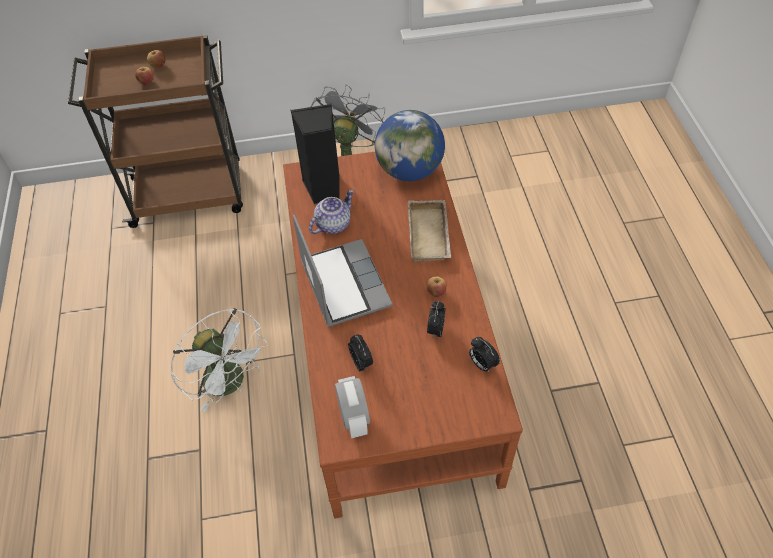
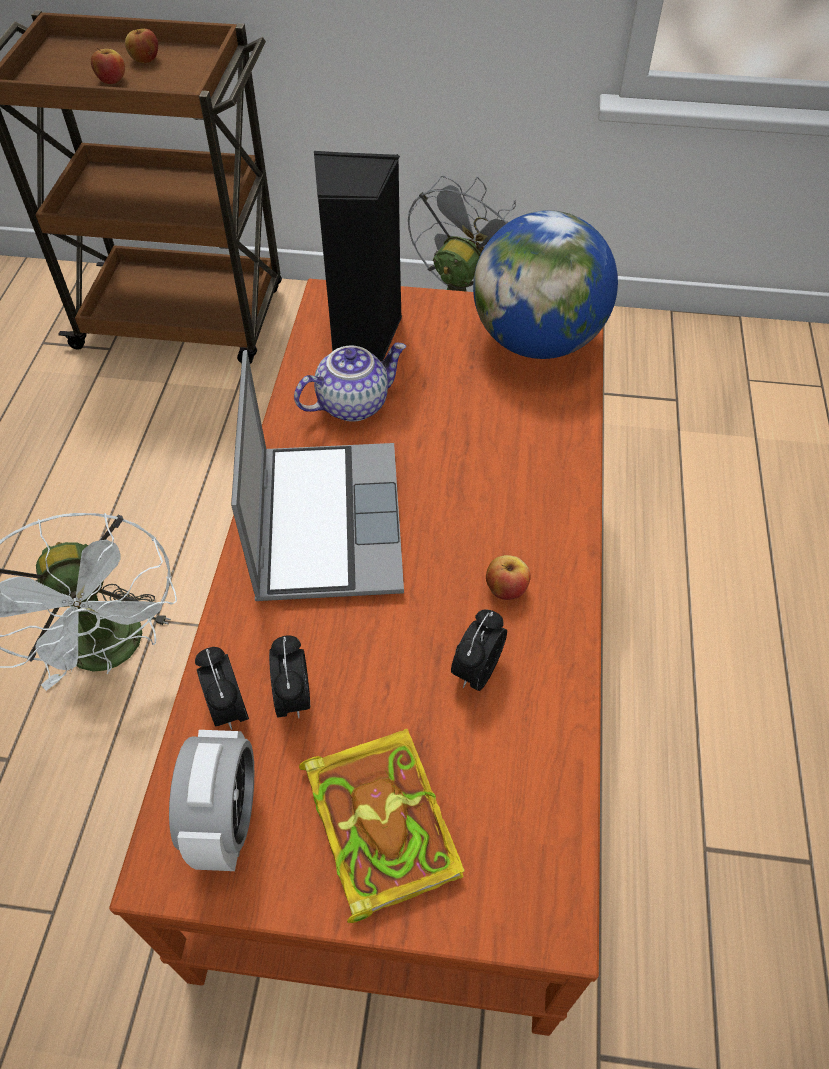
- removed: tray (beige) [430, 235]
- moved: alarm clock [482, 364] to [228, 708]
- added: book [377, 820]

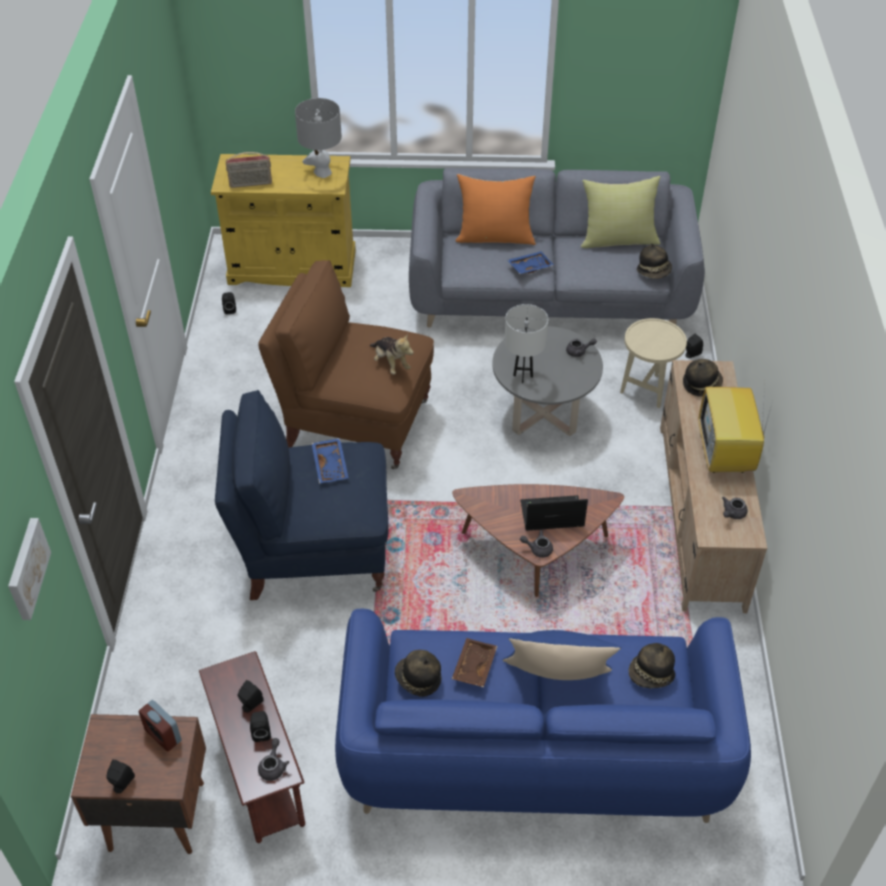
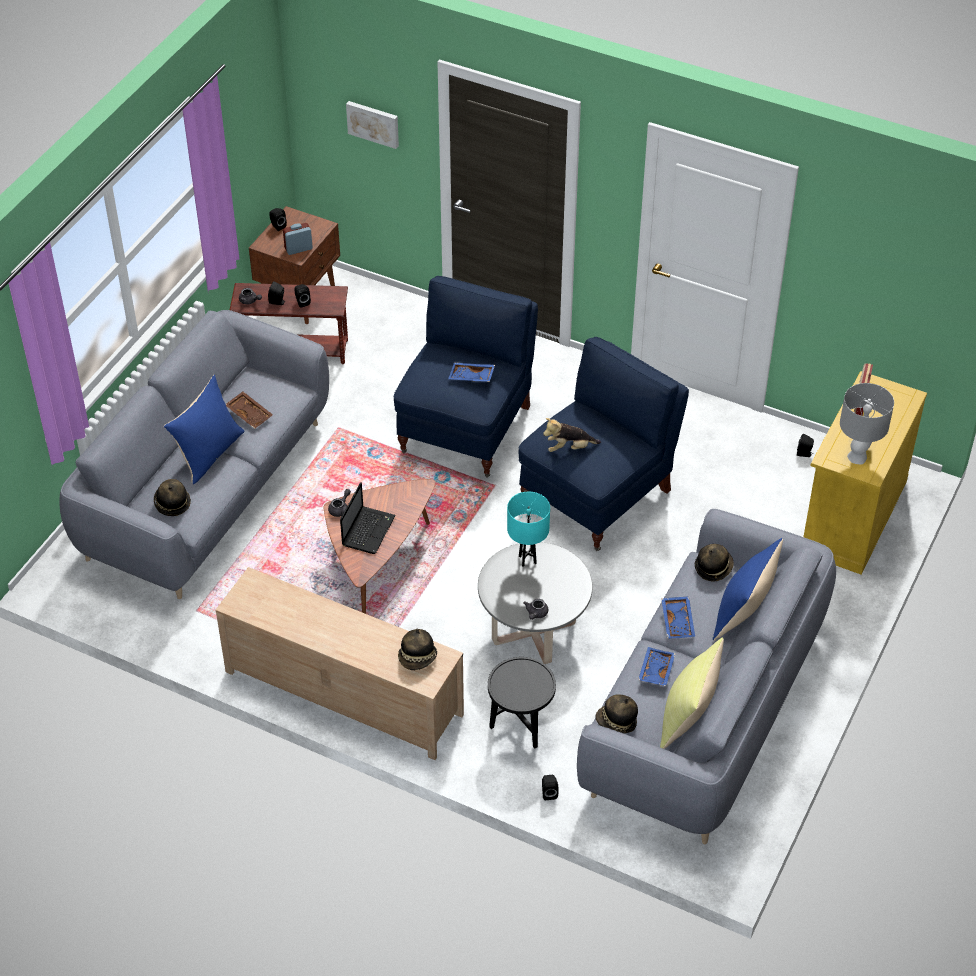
- recoloured: armchair (brown) [355, 423] to armchair (blue) [598, 496]
- recoloured: sofa (blue) [534, 752] to sofa (grey) [206, 490]
- moved: hat [418, 679] to [713, 567]
- recoloured: pillow (orange) [495, 236] to pillow (blue) [743, 613]
- recoloured: table lamp (white) [523, 376] to table lamp (turquoise) [527, 560]
- recoloured: side table (beige) [647, 389] to side table (black) [520, 730]
- removed: television [726, 454]
- removed: teapot (grey) [732, 513]
- added: tray (blue) [655, 670]

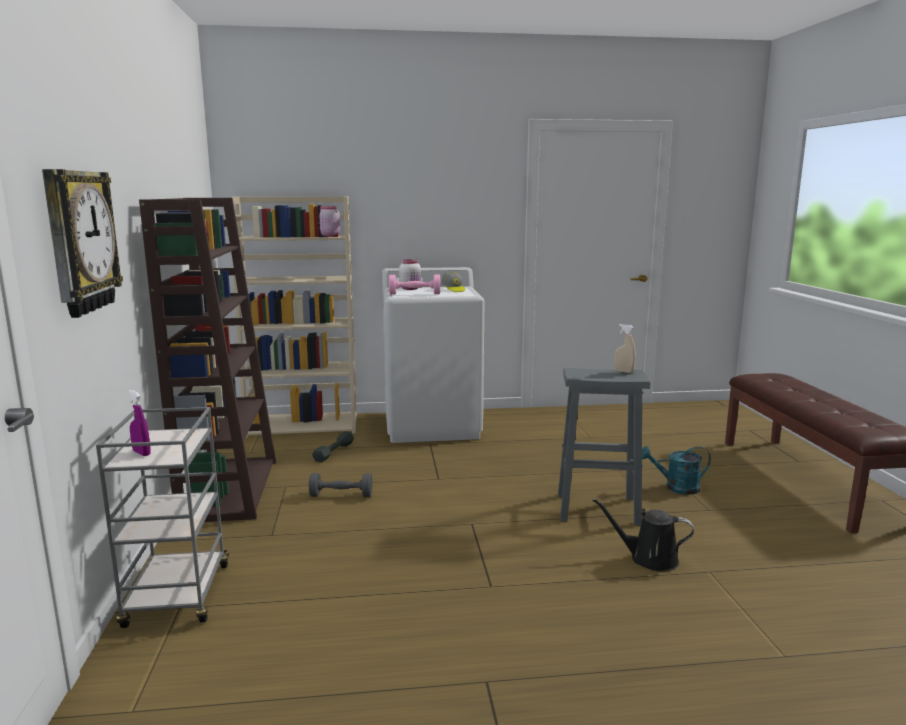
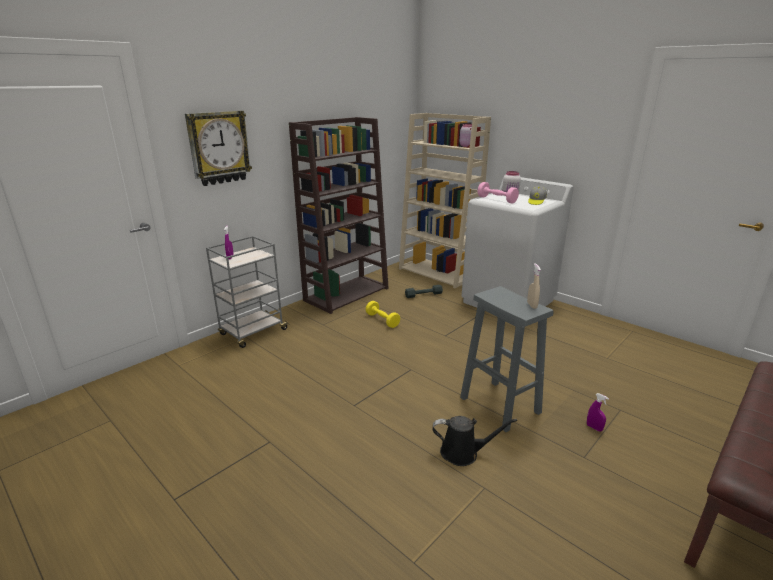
- recoloured: dumbbell (grey) [341, 495] to dumbbell (yellow) [382, 320]
- turned: watering can (black) [649, 559] = [463, 453] 120 degrees clockwise
- replaced: watering can (turquoise) [676, 488] to spray bottle (purple) [594, 428]

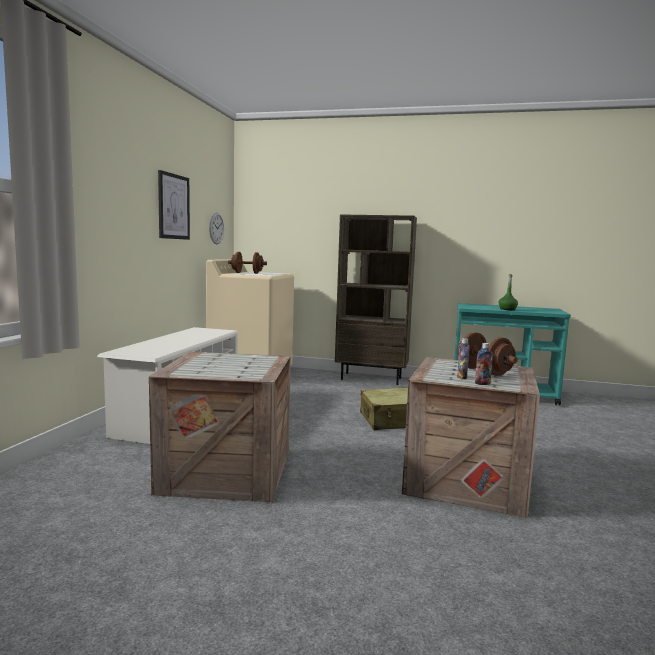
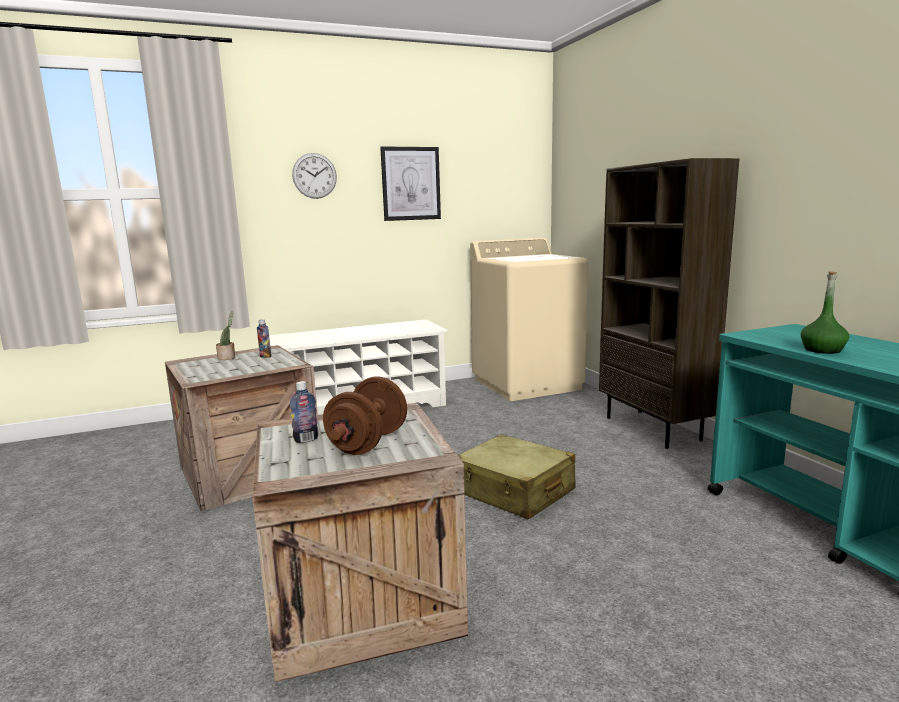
- moved: wall clock [216, 228] to [314, 176]
- removed: dumbbell (brown) [247, 273]
- moved: bottle [482, 383] to [265, 356]
- added: potted plant [228, 358]

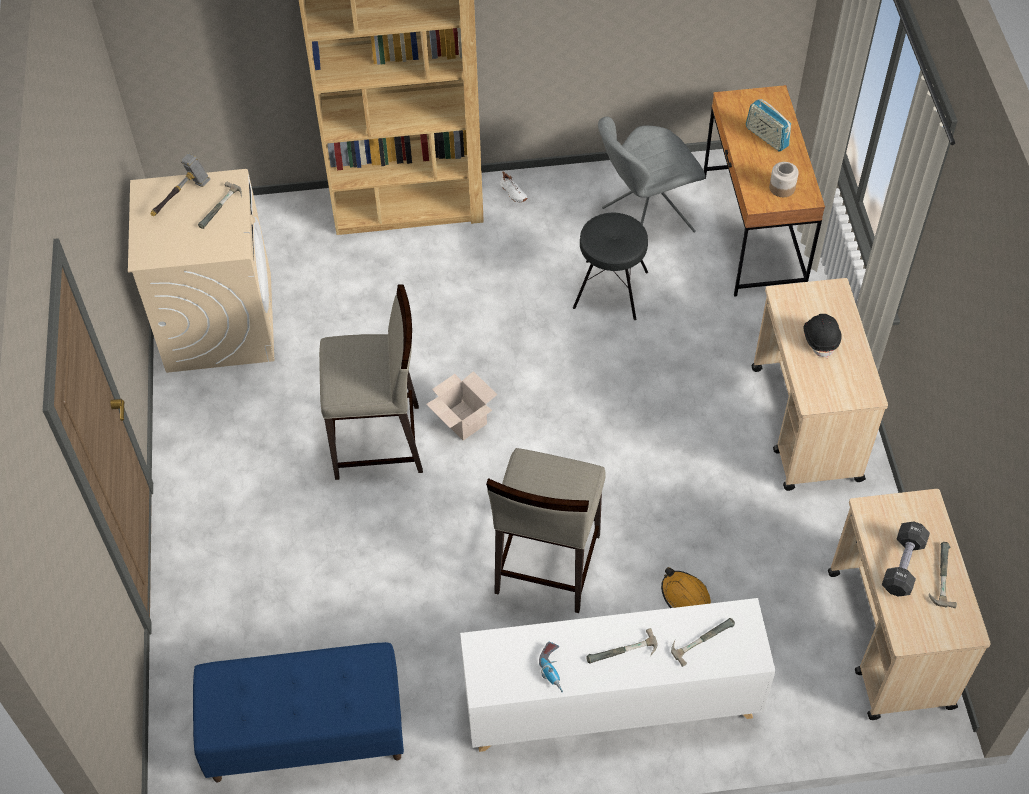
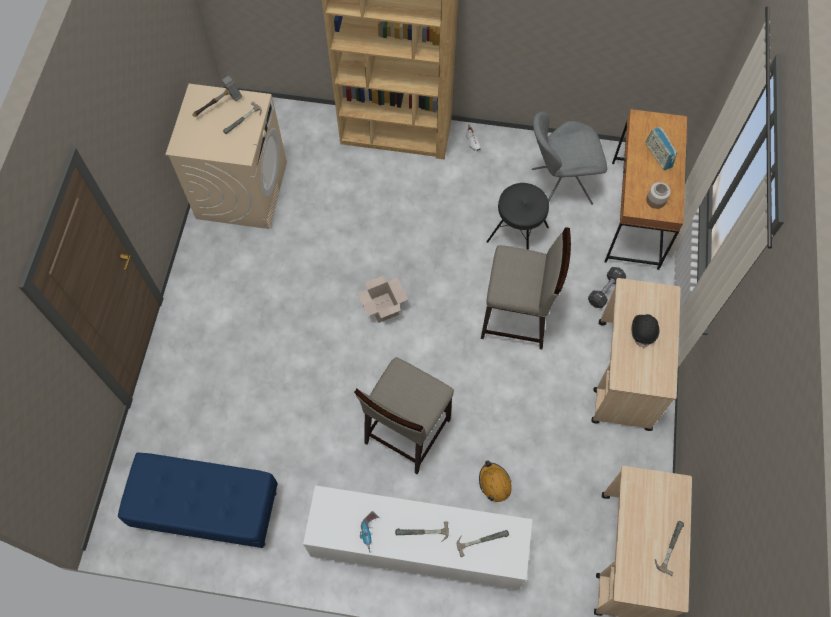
- moved: stool (beige) [379, 442] to [516, 318]
- moved: dumbbell (black) [903, 565] to [605, 291]

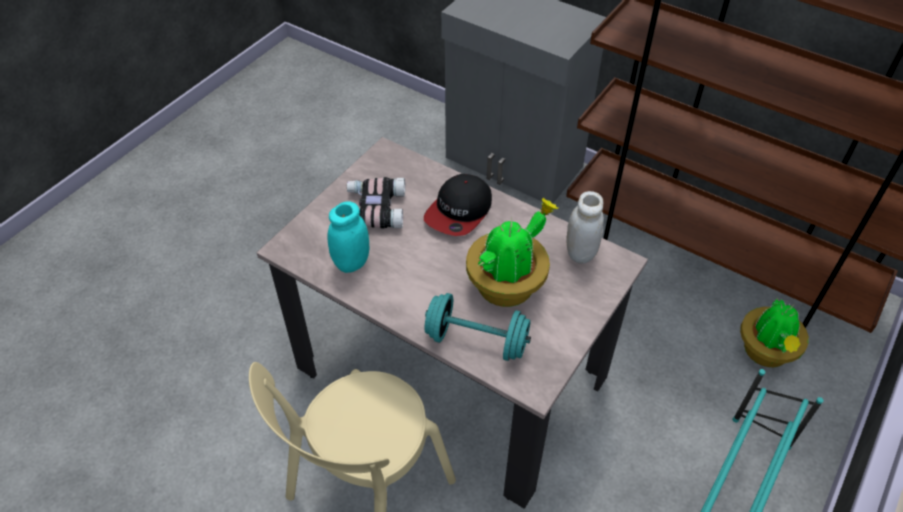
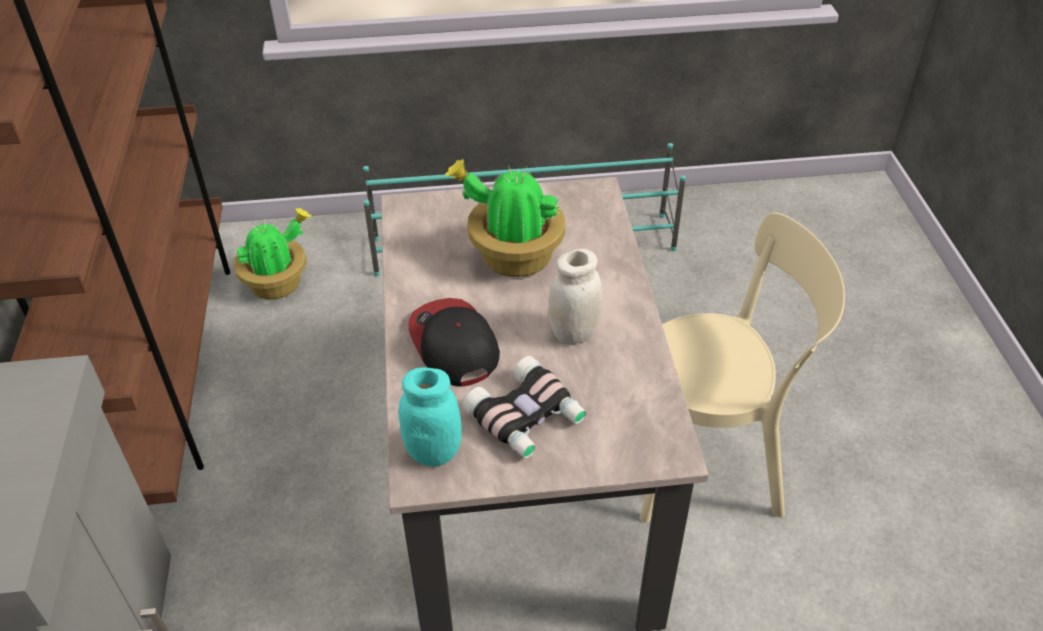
- moved: jar (turquoise) [352, 262] to [433, 452]
- turned: cap [459, 211] = [453, 344] 105 degrees counterclockwise
- removed: dumbbell (turquoise) [476, 340]
- moved: jar (white) [580, 253] to [574, 333]

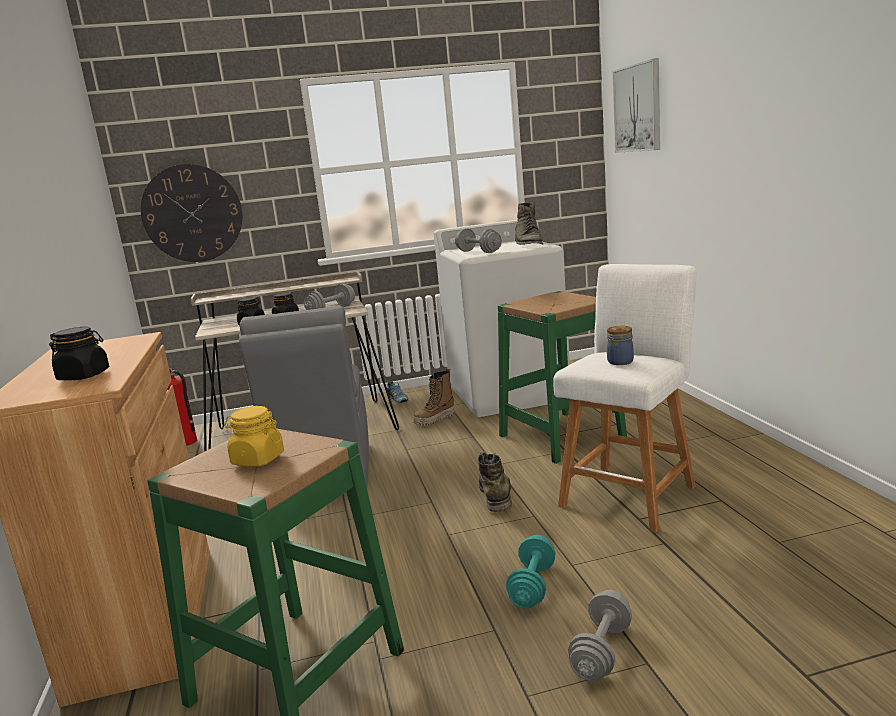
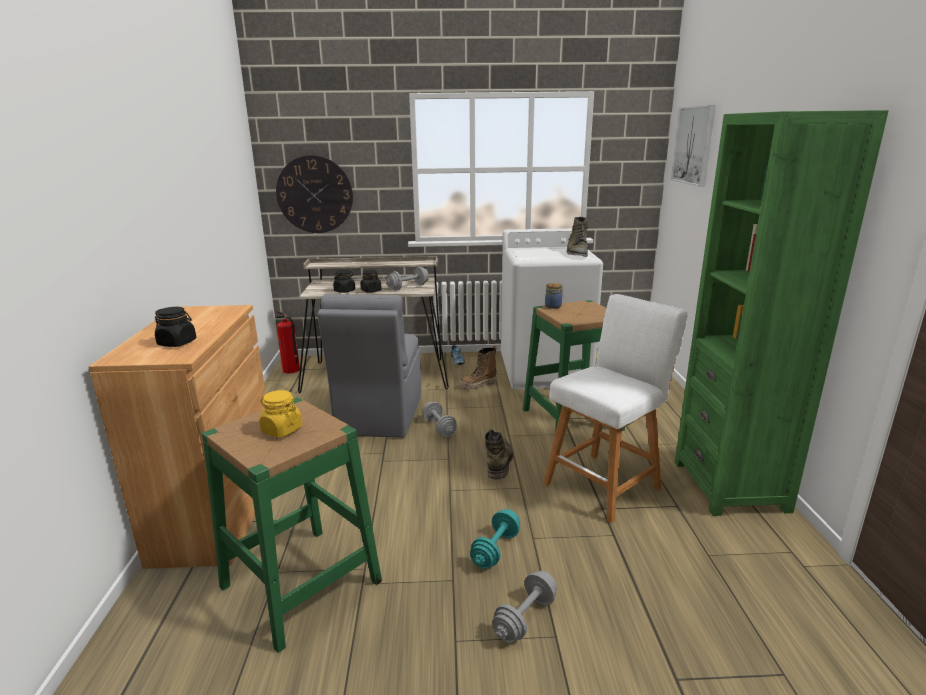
- moved: dumbbell (grey) [478, 252] to [439, 428]
- moved: jar [621, 361] to [553, 306]
- added: bookcase (green) [730, 486]

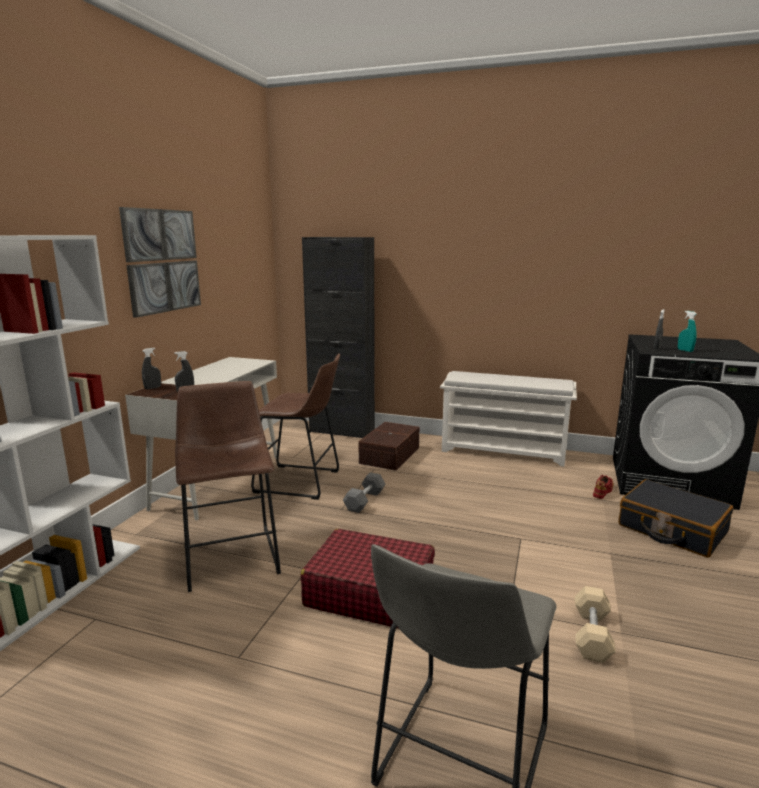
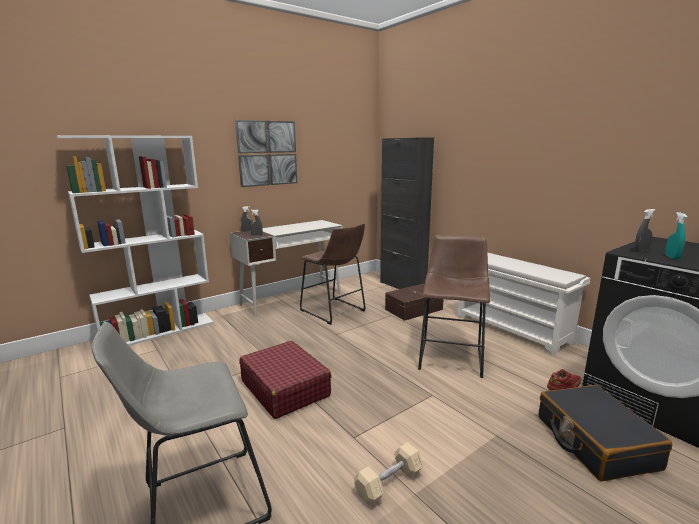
- moved: stool (brown) [231, 553] to [451, 355]
- removed: dumbbell (grey) [364, 501]

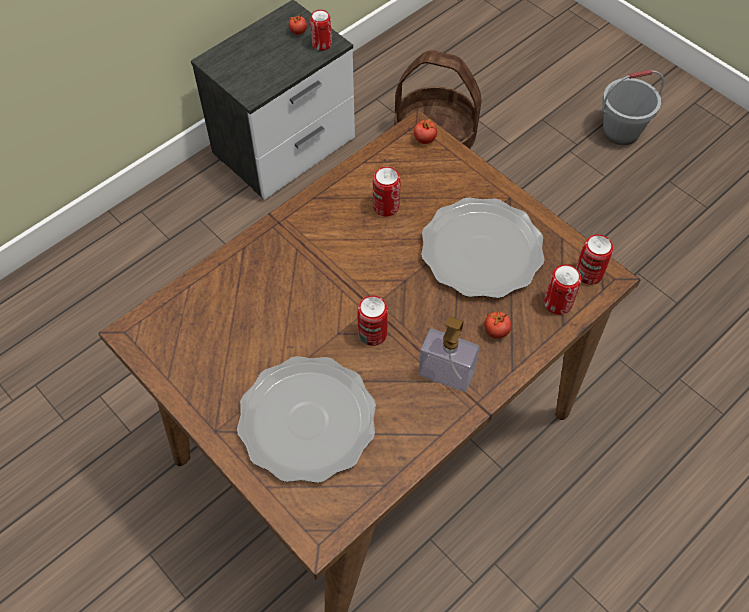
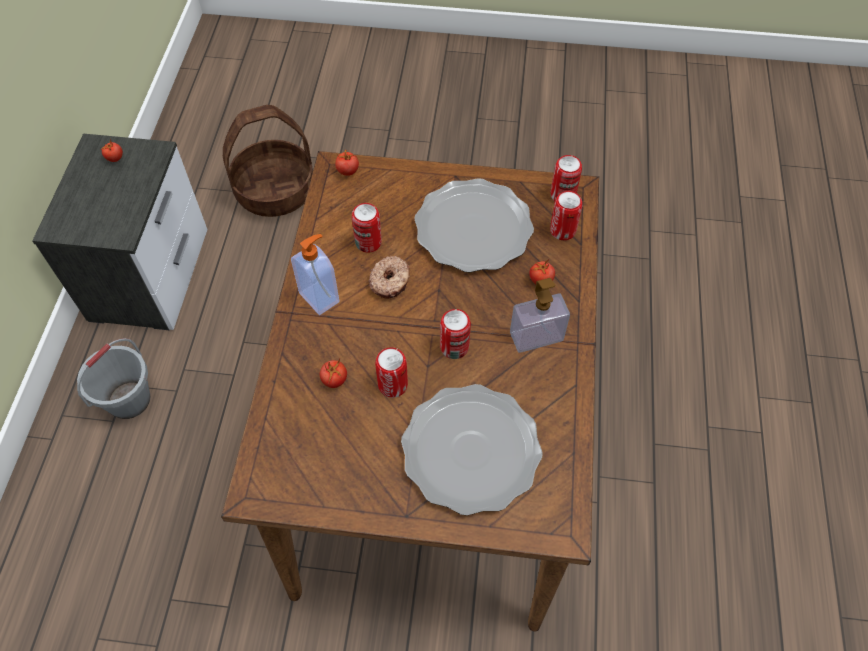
- moved: can [322, 44] to [392, 385]
- moved: bucket (grey) [621, 131] to [129, 399]
- added: soap dispenser [320, 297]
- added: tomato [334, 380]
- added: donut [390, 281]

